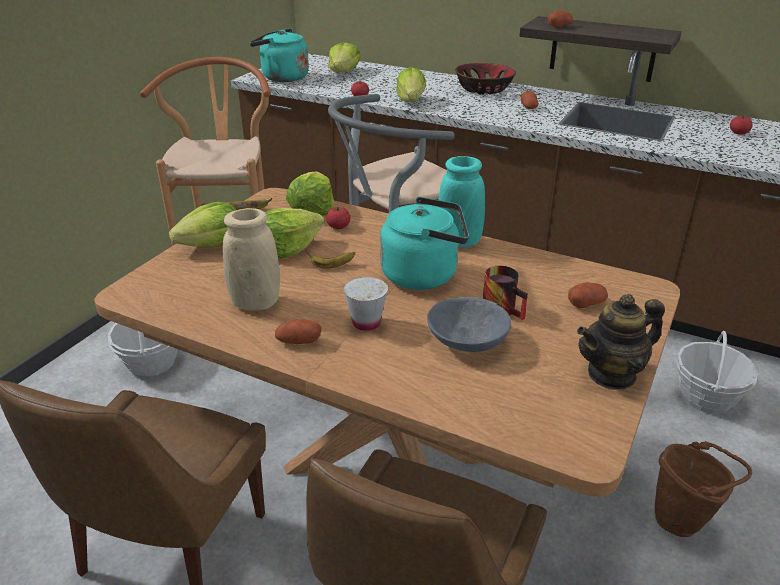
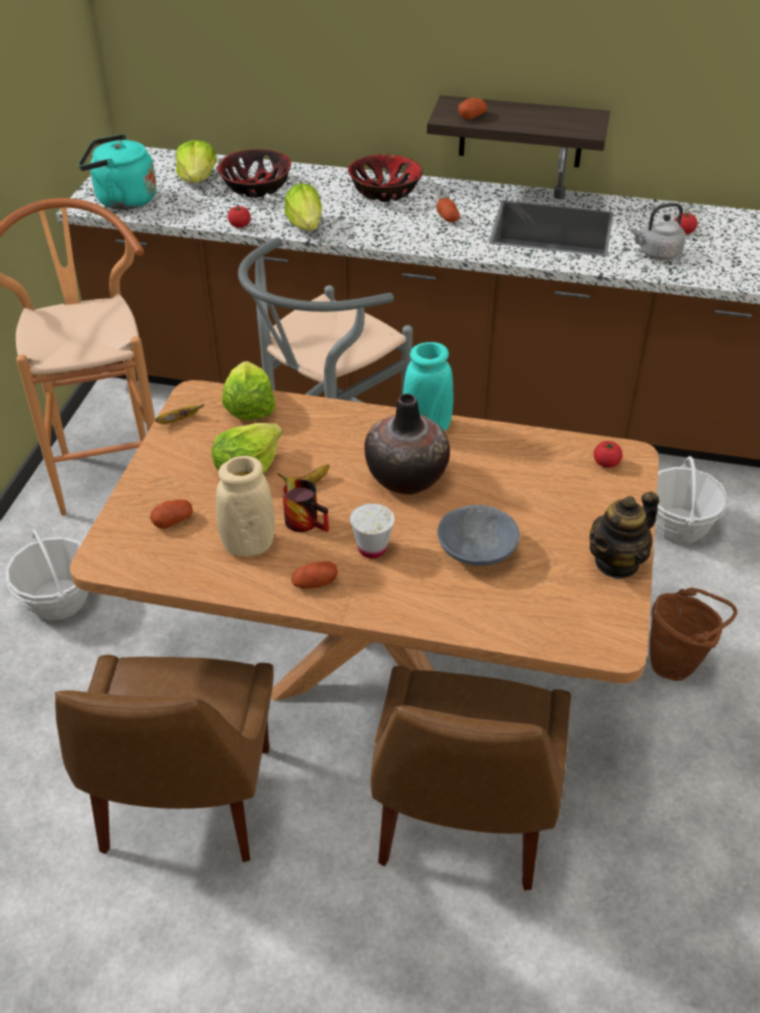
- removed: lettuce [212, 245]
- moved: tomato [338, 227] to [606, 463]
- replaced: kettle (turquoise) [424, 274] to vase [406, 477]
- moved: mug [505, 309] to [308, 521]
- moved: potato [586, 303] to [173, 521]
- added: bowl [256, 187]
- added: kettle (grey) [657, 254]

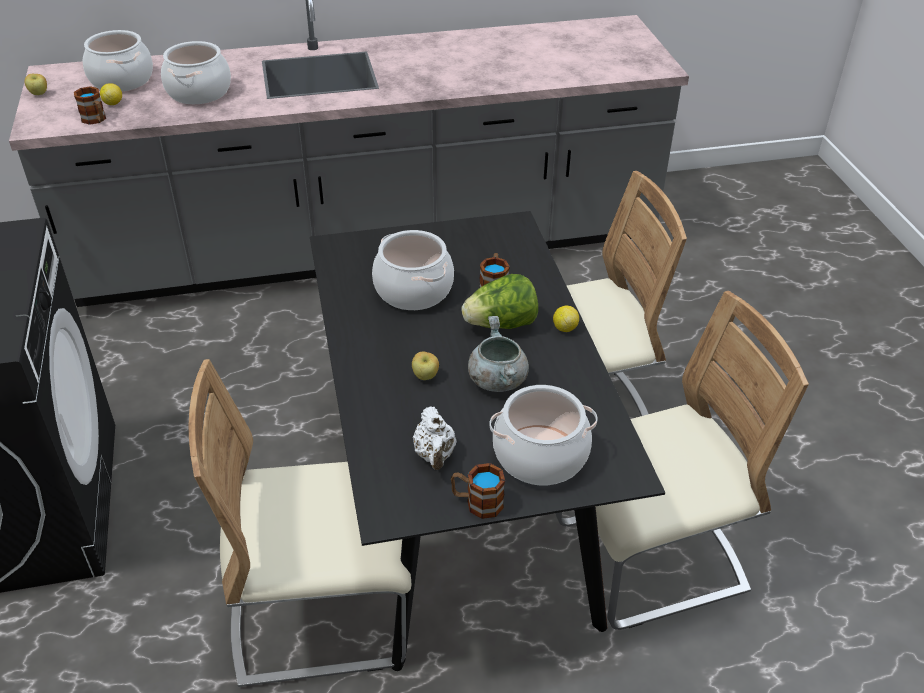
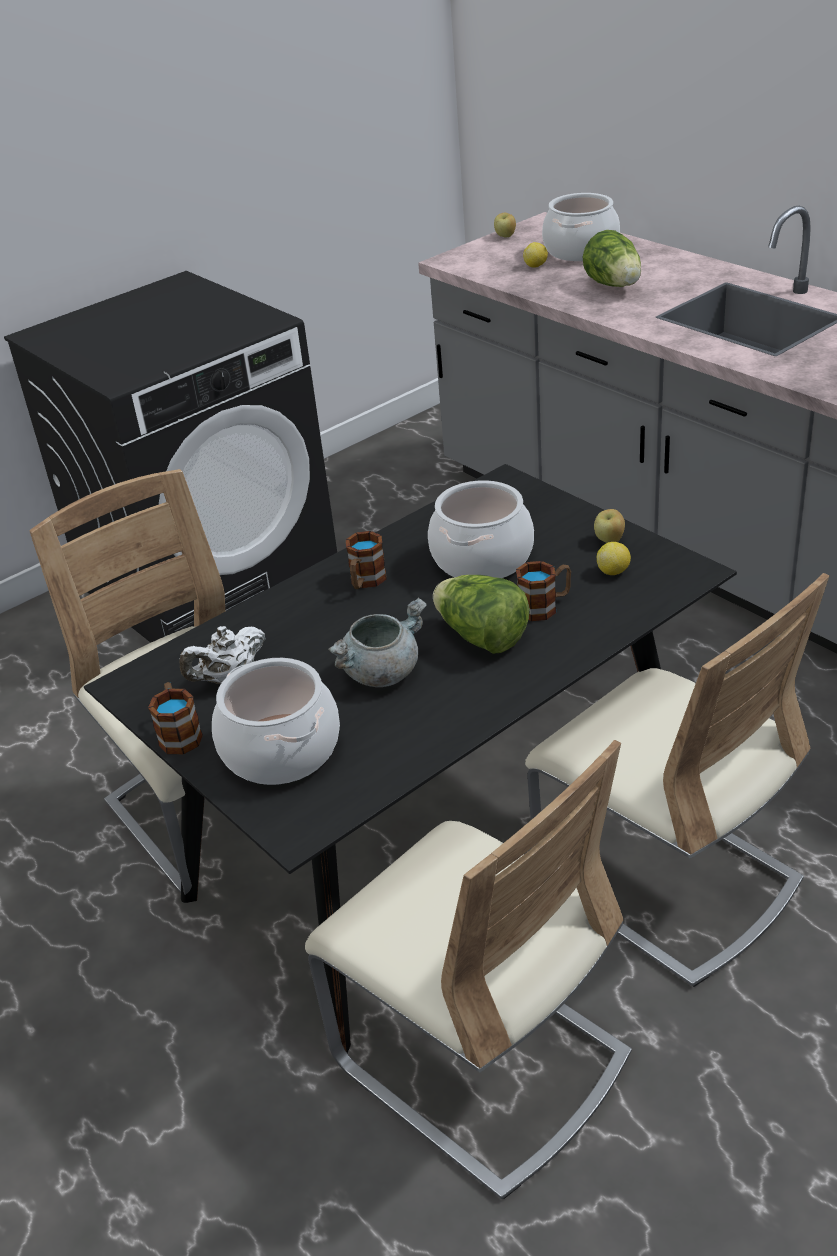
- moved: mug [96, 120] to [365, 582]
- replaced: cooking pot [199, 92] to lettuce [614, 286]
- moved: apple [425, 376] to [610, 540]
- moved: lemon [565, 328] to [613, 572]

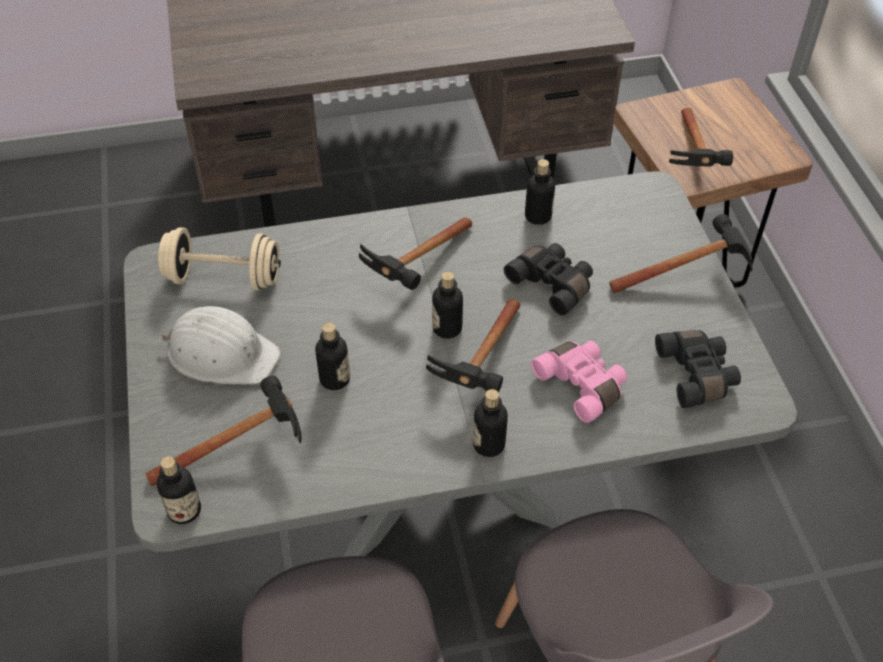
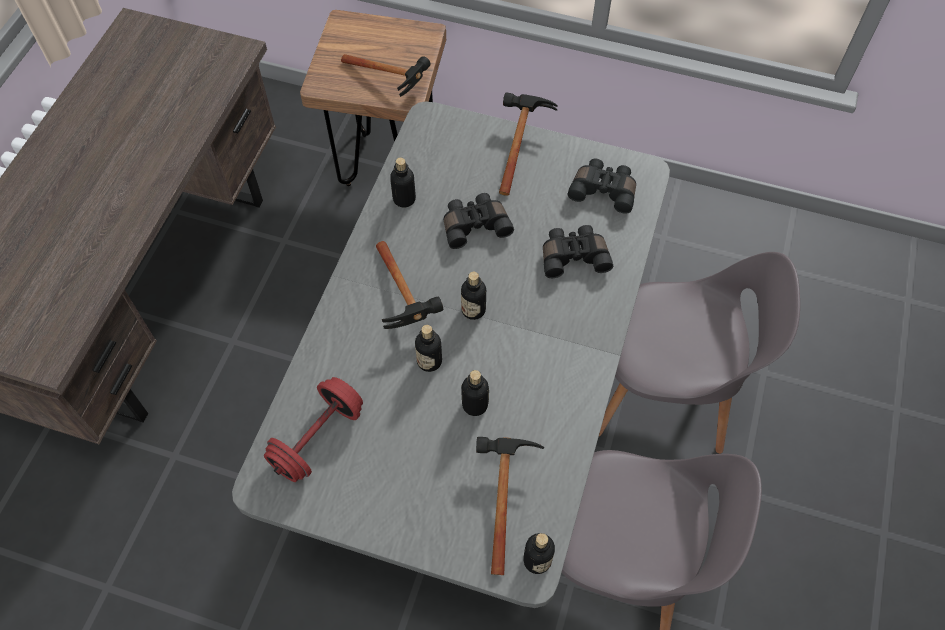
- recoloured: dumbbell (beige) [224, 278] to dumbbell (red) [318, 439]
- removed: hard hat (white) [222, 354]
- removed: hammer [482, 371]
- moved: bottle [489, 444] to [429, 361]
- recoloured: binoculars (pink) [583, 384] to binoculars (black) [573, 256]

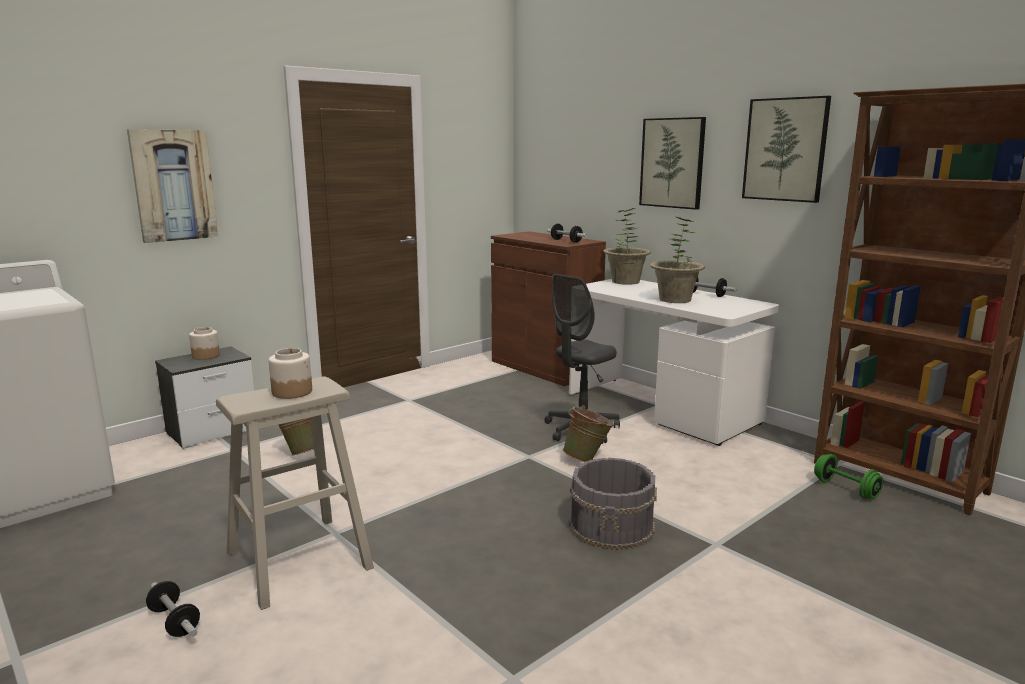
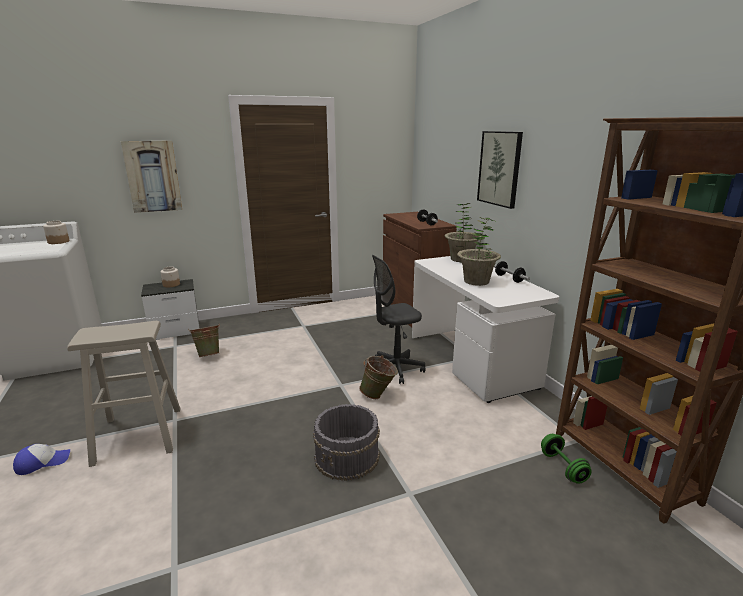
- replaced: dumbbell [174, 621] to cap [42, 462]
- moved: jar [292, 392] to [58, 241]
- removed: picture [785, 149]

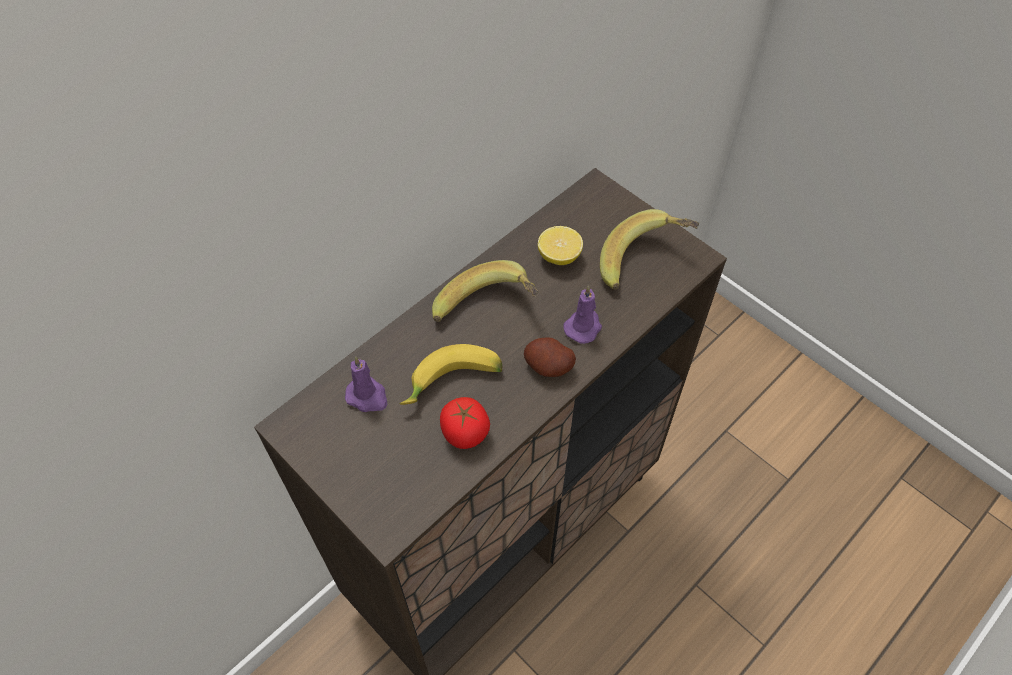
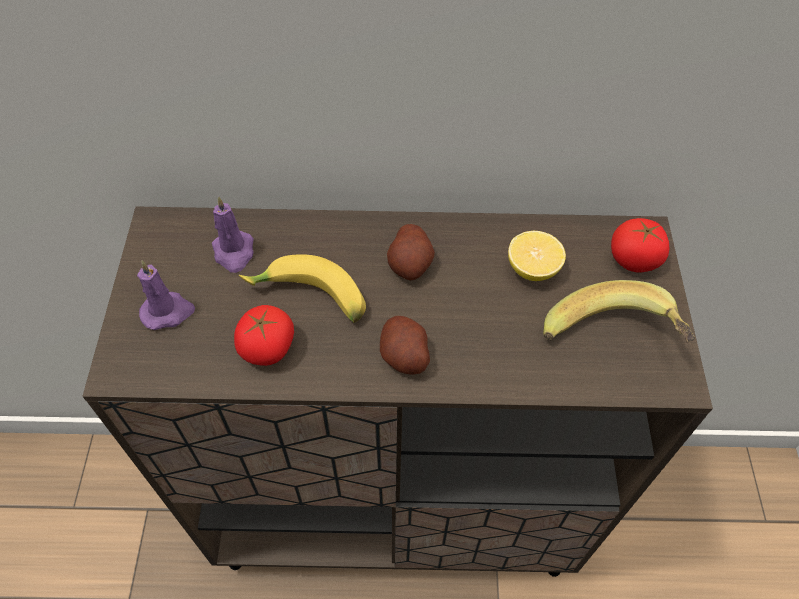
- replaced: banana [487, 311] to potato [410, 264]
- moved: candle (purple) [583, 326] to [168, 312]
- added: tomato [633, 259]

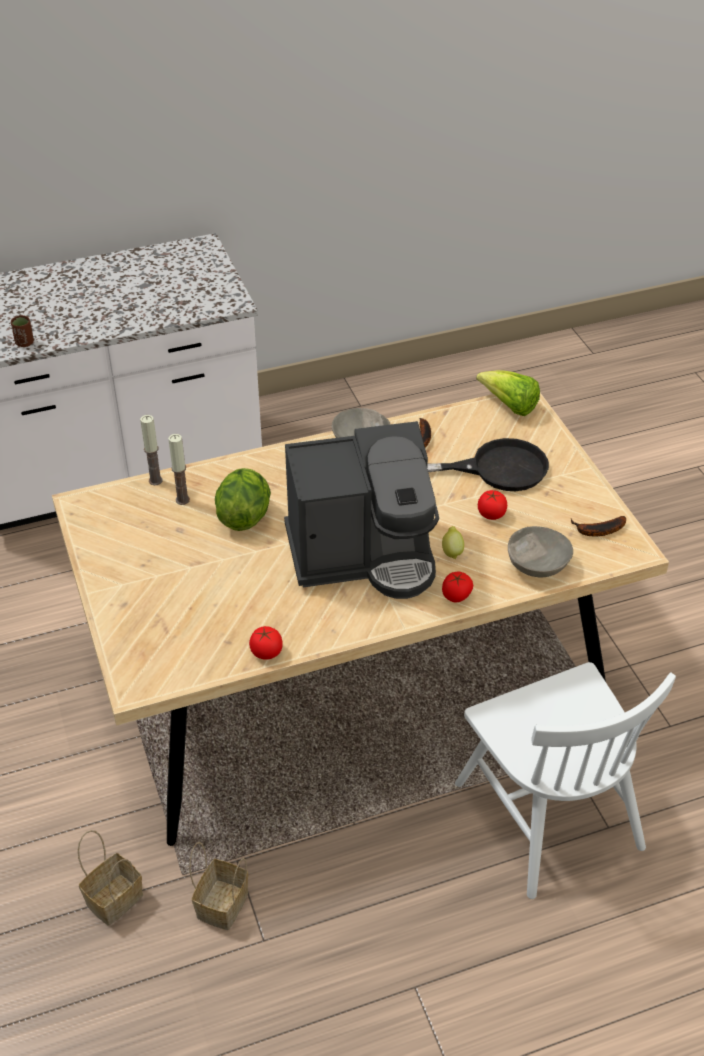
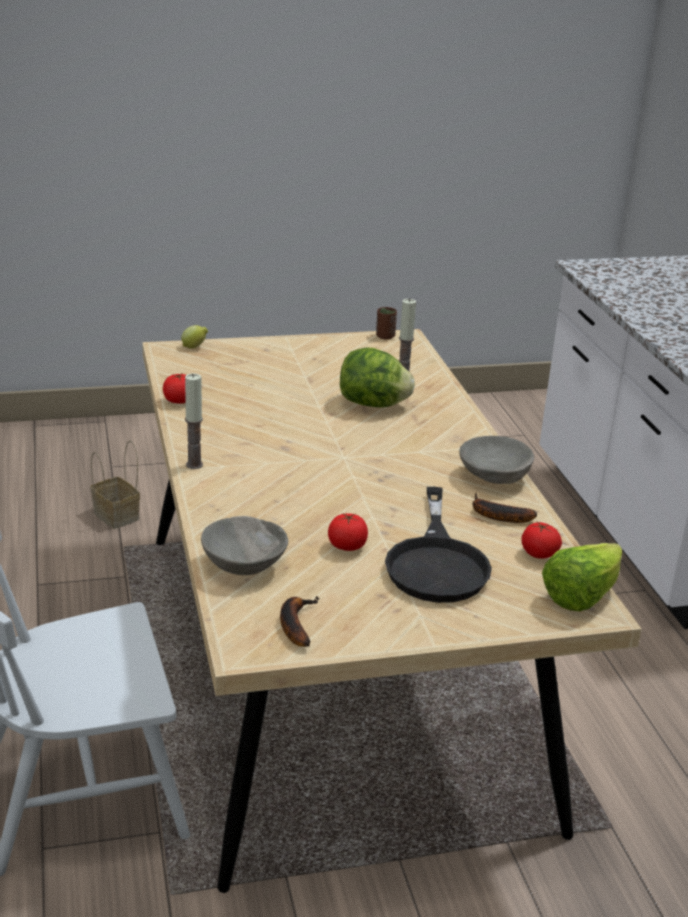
- moved: cup (brown) [24, 343] to [385, 336]
- moved: candle [155, 480] to [194, 464]
- removed: basket [222, 906]
- removed: coffee machine [364, 554]
- moved: lemon [452, 551] to [194, 347]
- moved: tomato [456, 595] to [538, 554]

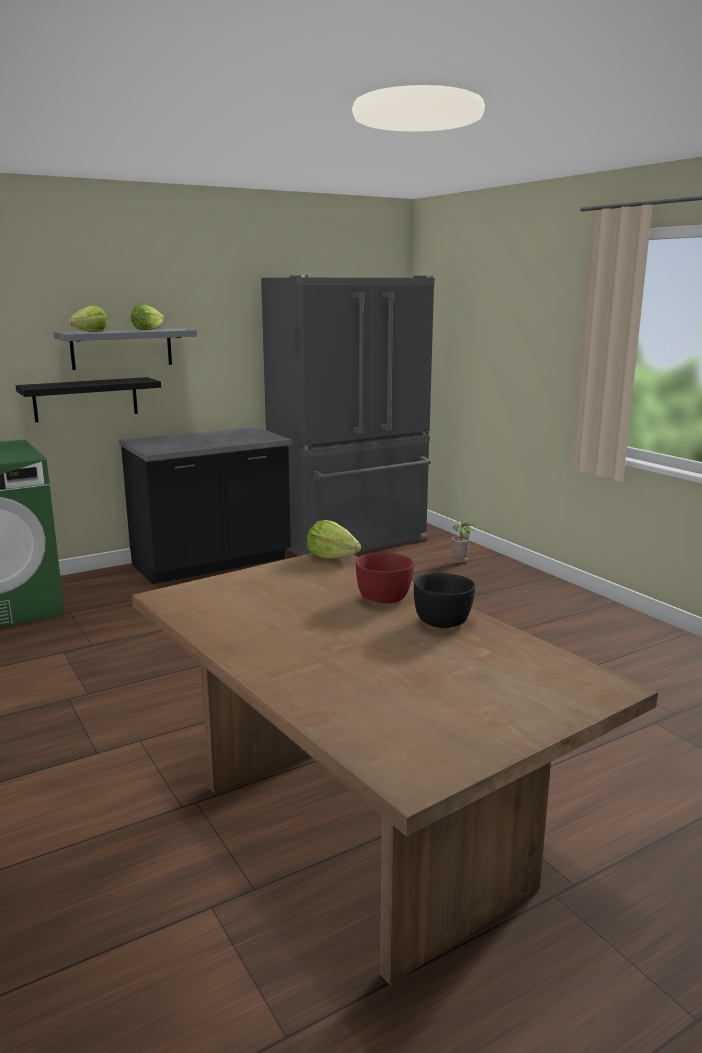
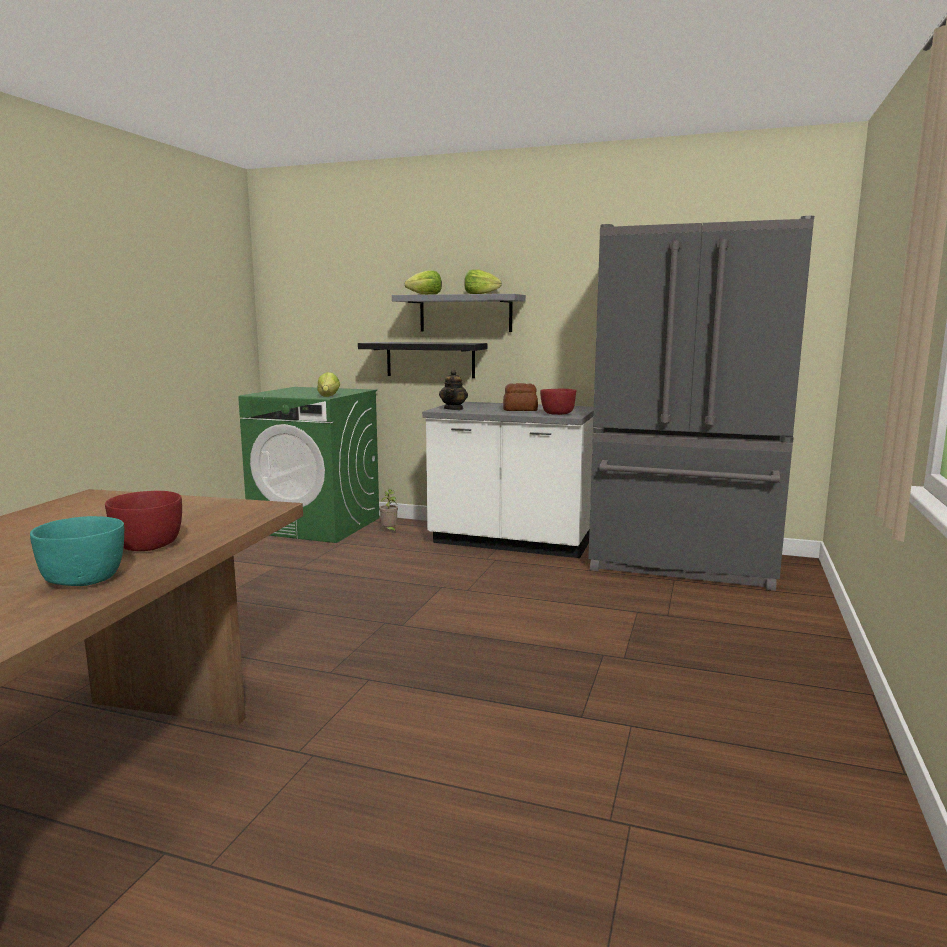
- recoloured: counter (black) [212, 563] to counter (white) [511, 542]
- moved: lettuce [332, 557] to [328, 396]
- recoloured: bowl (black) [443, 622] to bowl (turquoise) [85, 580]
- moved: potted plant [460, 561] to [389, 531]
- added: teapot [454, 409]
- added: bread [520, 410]
- added: bowl (red) [557, 414]

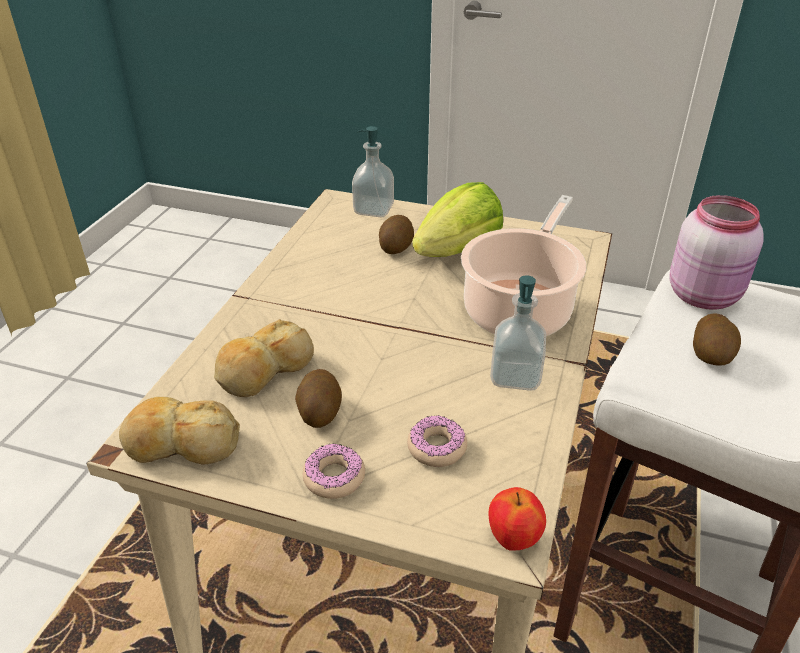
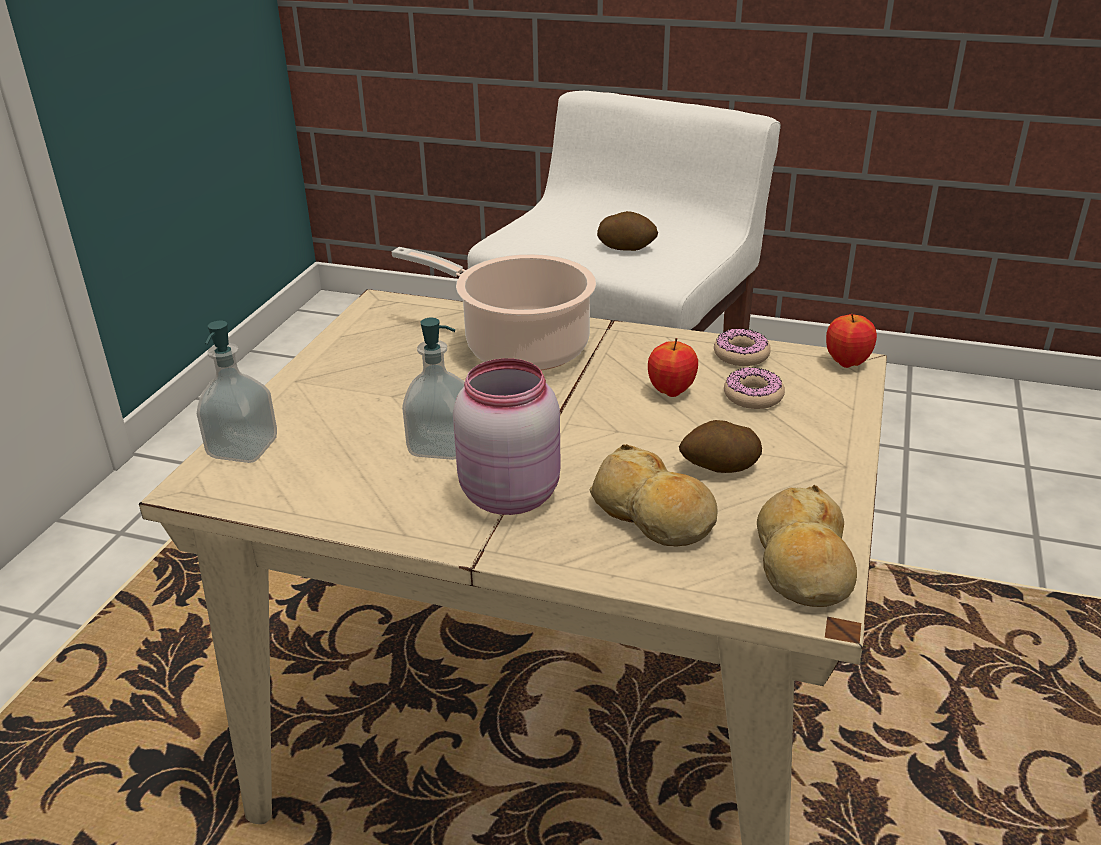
- moved: donut [334, 477] to [741, 355]
- removed: potato [396, 247]
- removed: lettuce [458, 251]
- moved: soap dispenser [515, 376] to [440, 446]
- moved: jar (pink) [705, 295] to [509, 493]
- added: apple [671, 392]

